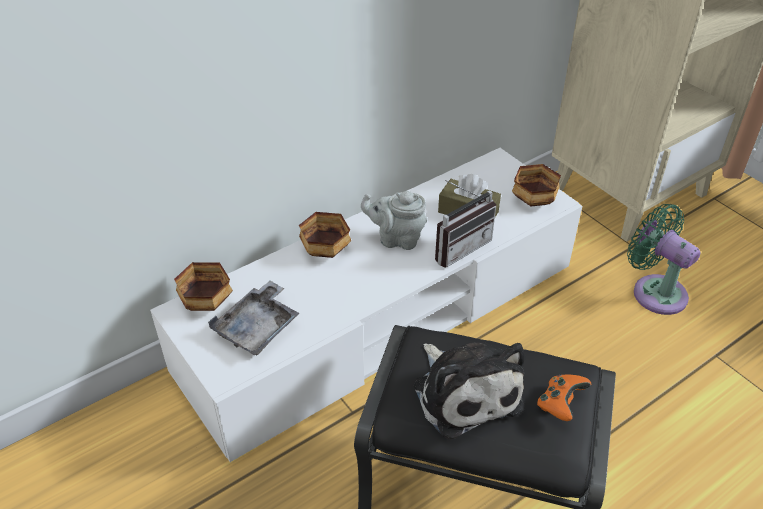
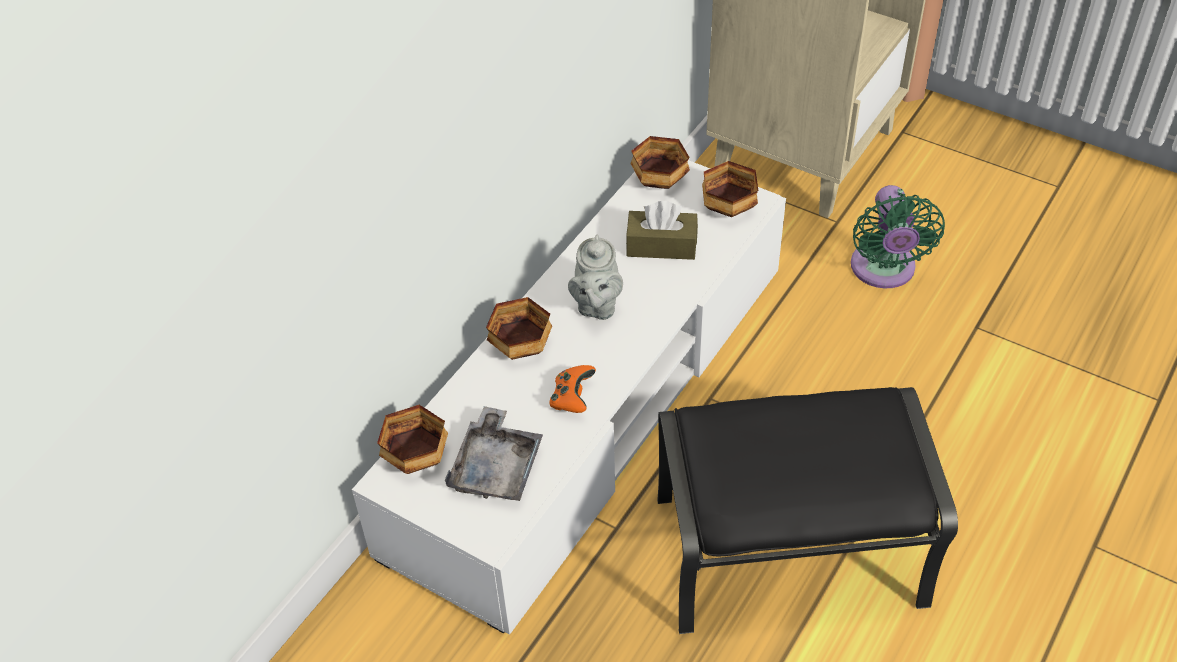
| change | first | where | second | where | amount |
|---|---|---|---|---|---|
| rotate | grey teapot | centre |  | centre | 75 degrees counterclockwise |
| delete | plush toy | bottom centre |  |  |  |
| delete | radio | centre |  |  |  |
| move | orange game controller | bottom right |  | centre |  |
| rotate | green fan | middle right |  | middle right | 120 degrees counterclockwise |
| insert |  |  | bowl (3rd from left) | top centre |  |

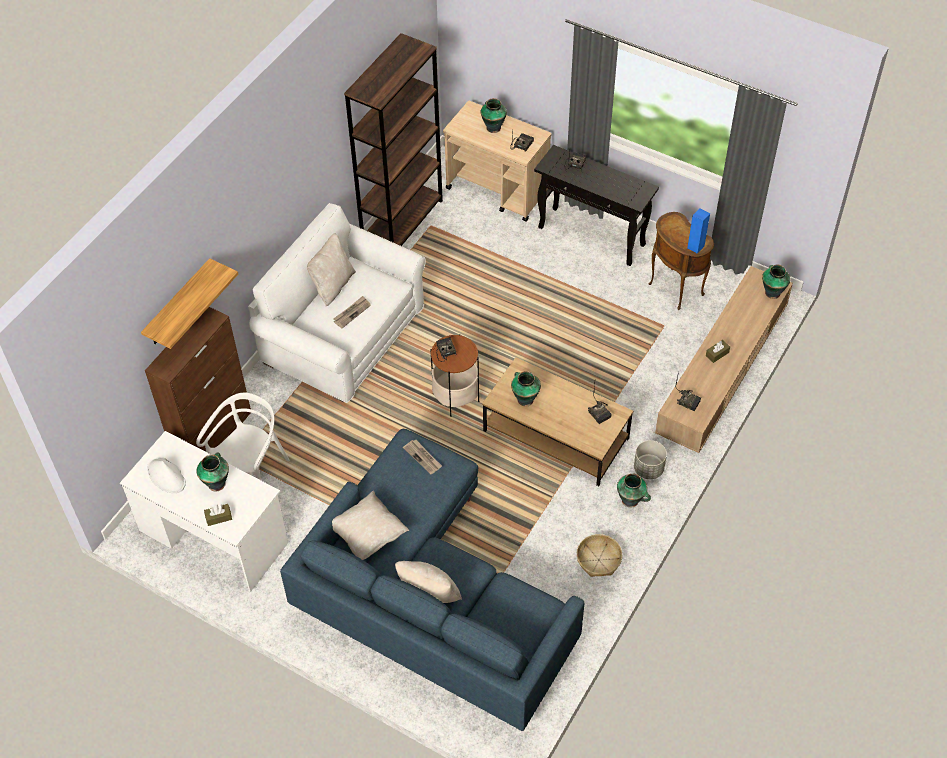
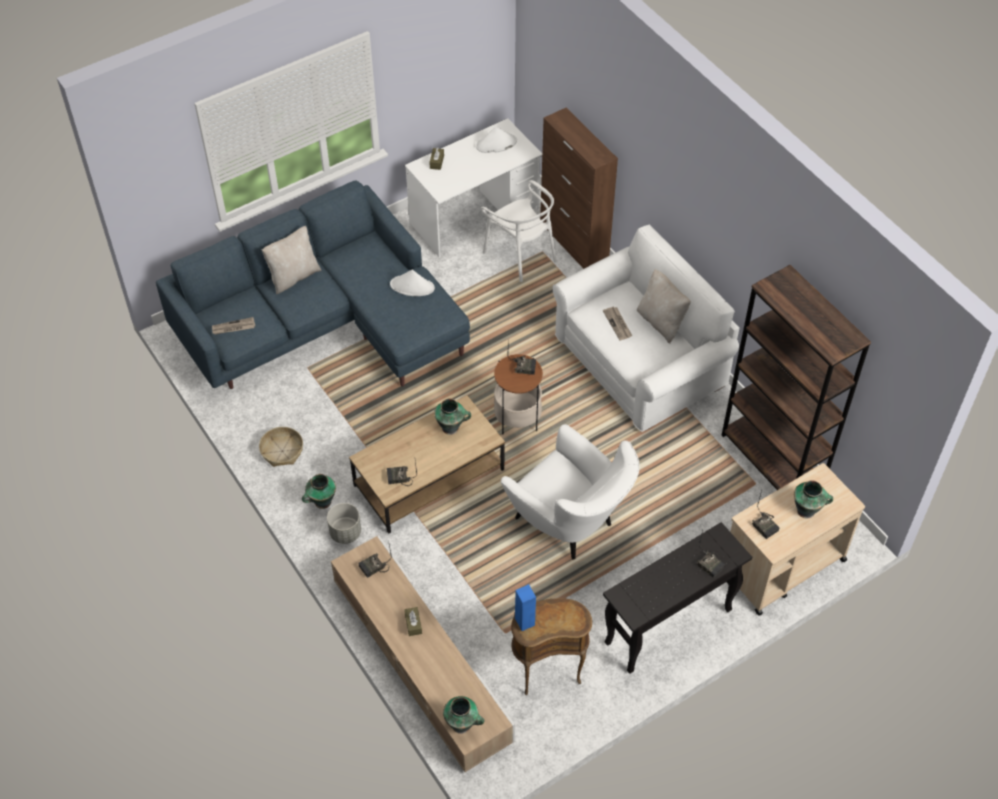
| change | first | where | second | where | amount |
|---|---|---|---|---|---|
| delete | shelf | middle left |  |  |  |
| delete | vase (1st from left) | middle left |  |  |  |
| delete | beige pillow (2nd from left) | bottom centre |  |  |  |
| move | newspaper (2nd from left in the first image) | centre | newspaper (1st from left) | middle left |  |
| insert |  |  | white hat (1st from left) | centre |  |
| insert |  |  | white armchair | centre |  |

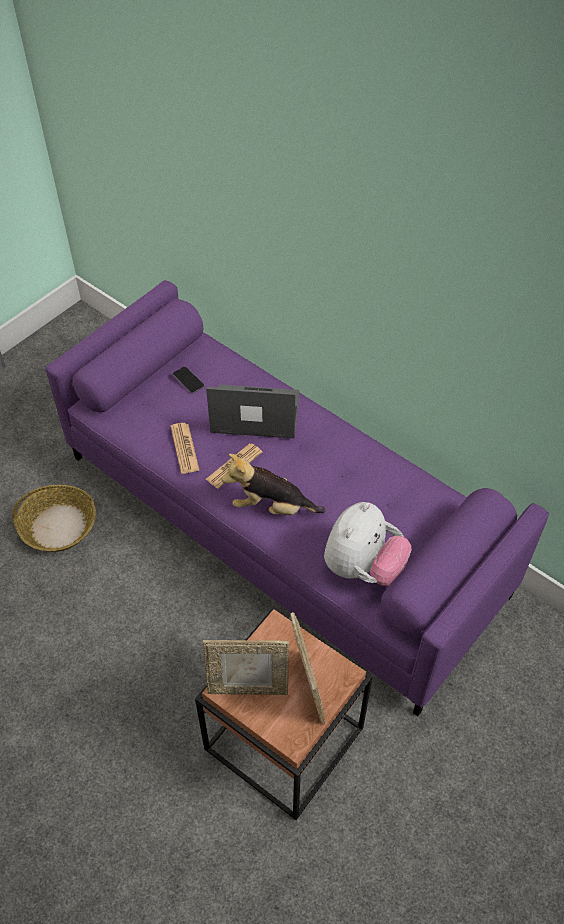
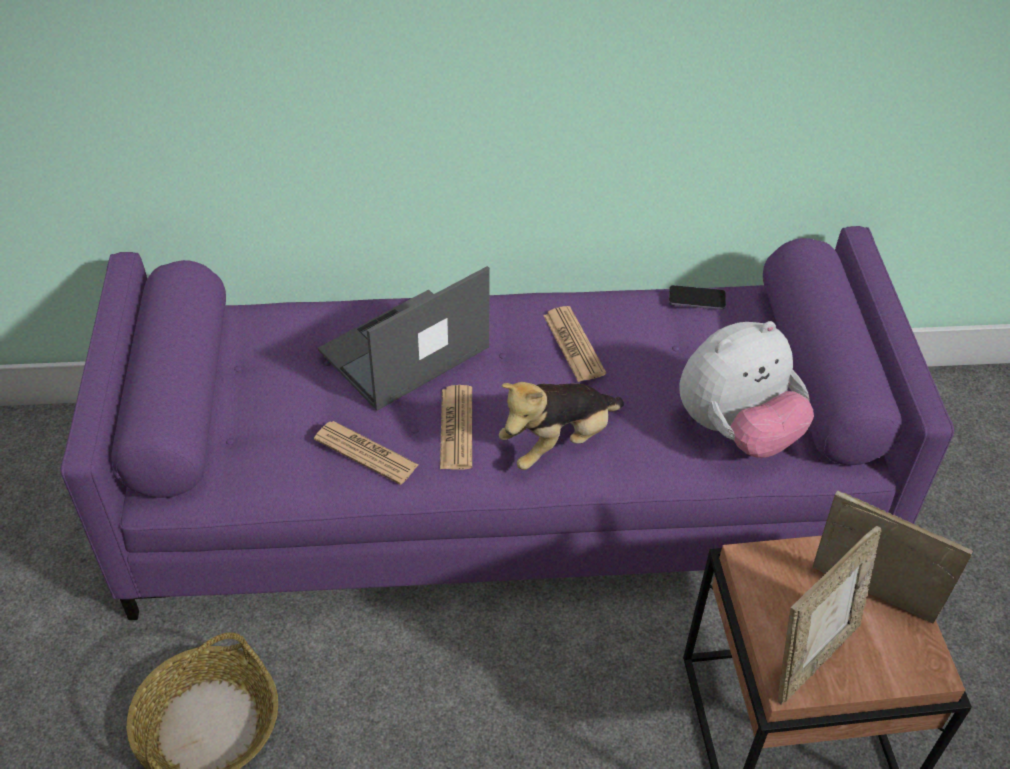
| change | first | where | second | where | amount |
|---|---|---|---|---|---|
| move | phone | centre |  | middle right |  |
| rotate | plush toy (2nd from left) | centre |  | middle right | 75 degrees clockwise |
| insert |  |  | newspaper (3rd from left) | centre |  |

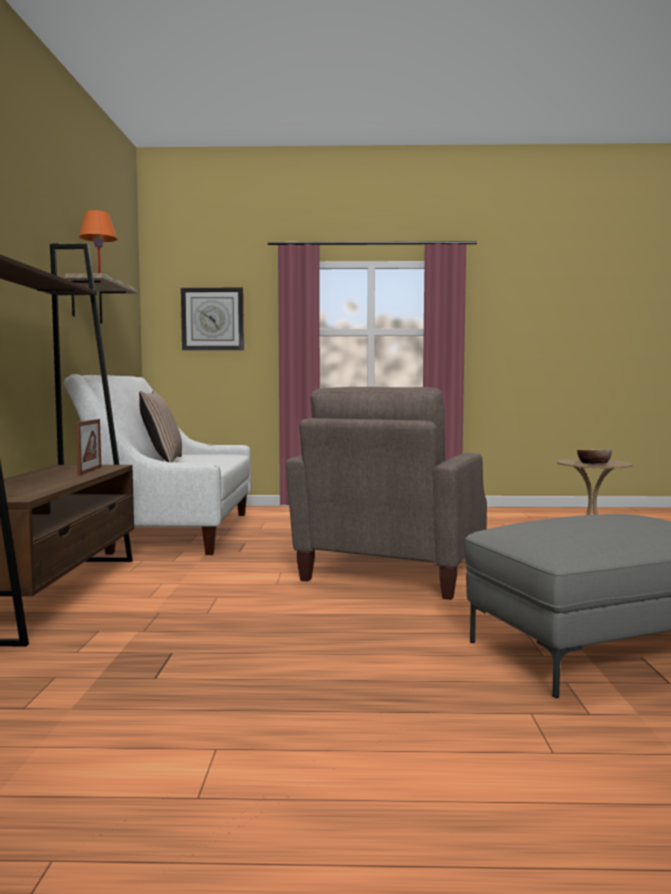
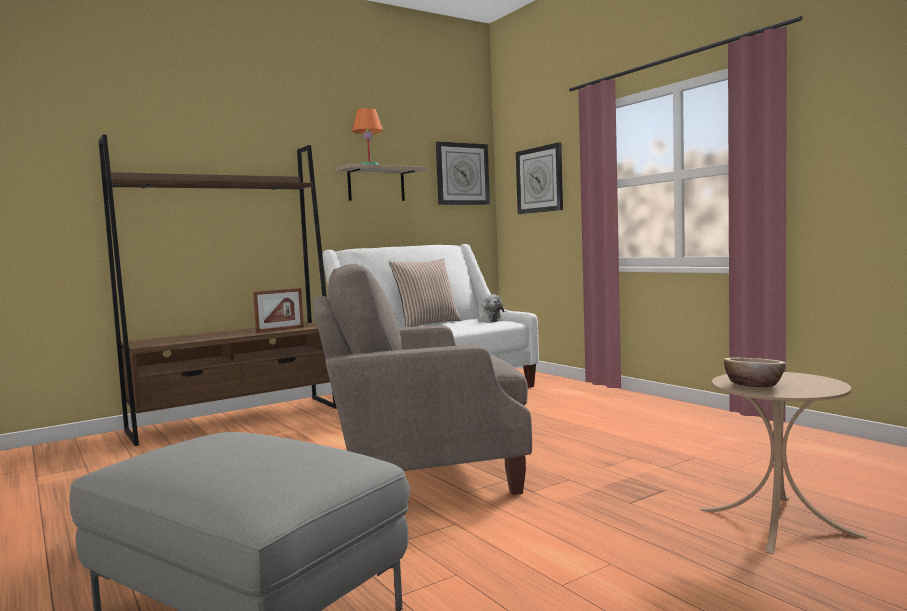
| change | first | where | second | where | amount |
|---|---|---|---|---|---|
| insert |  |  | wall clock (1st from left) | top centre |  |
| insert |  |  | plush toy | centre |  |

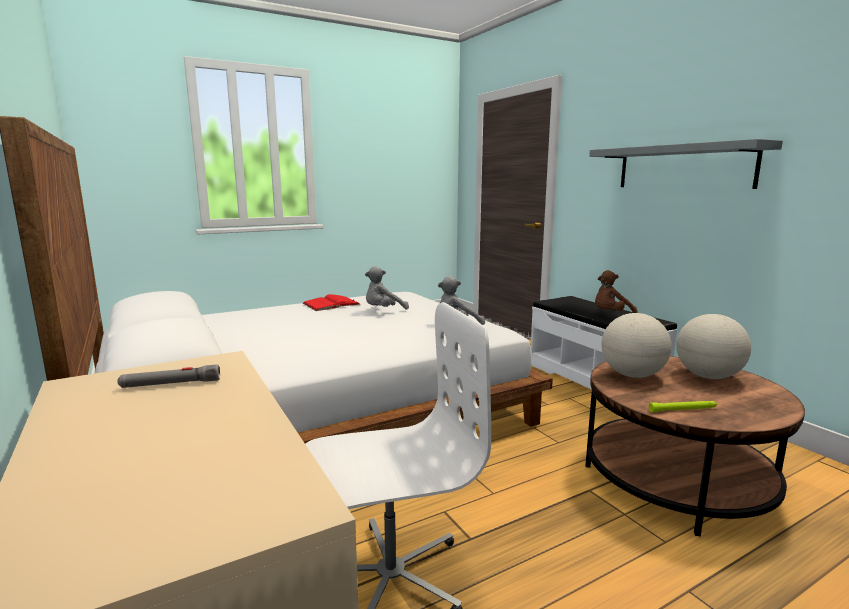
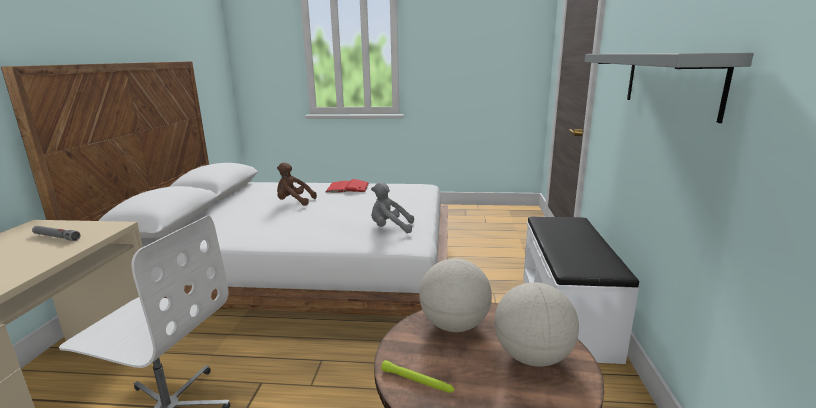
| change | first | where | second | where | amount |
|---|---|---|---|---|---|
| delete | grey plush toy (1st from left) | centre |  |  |  |
| move | brown plush toy | middle right |  | centre |  |

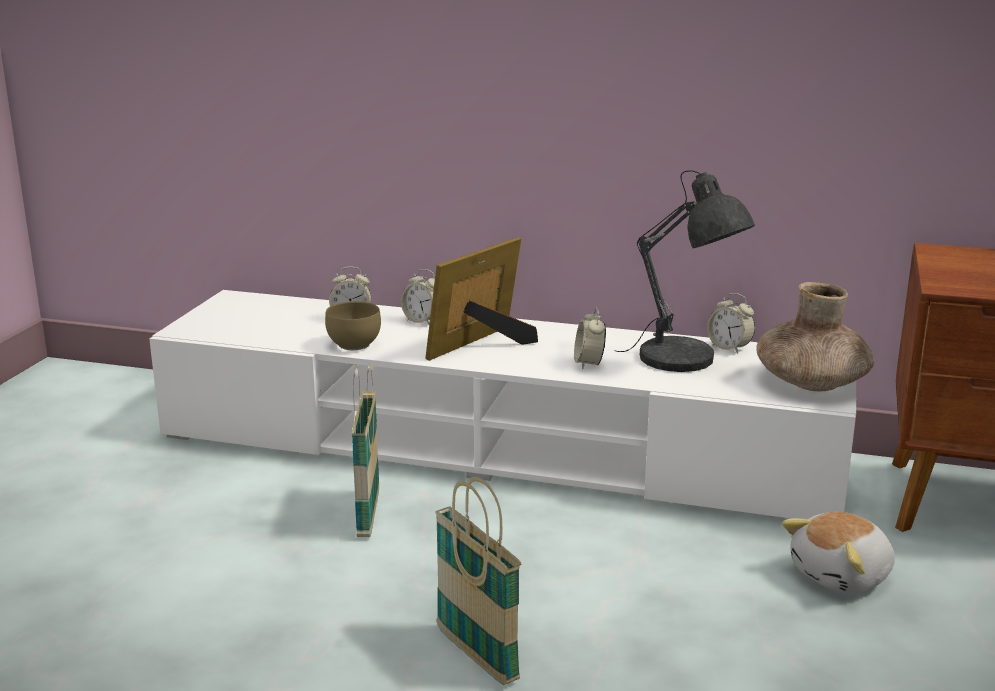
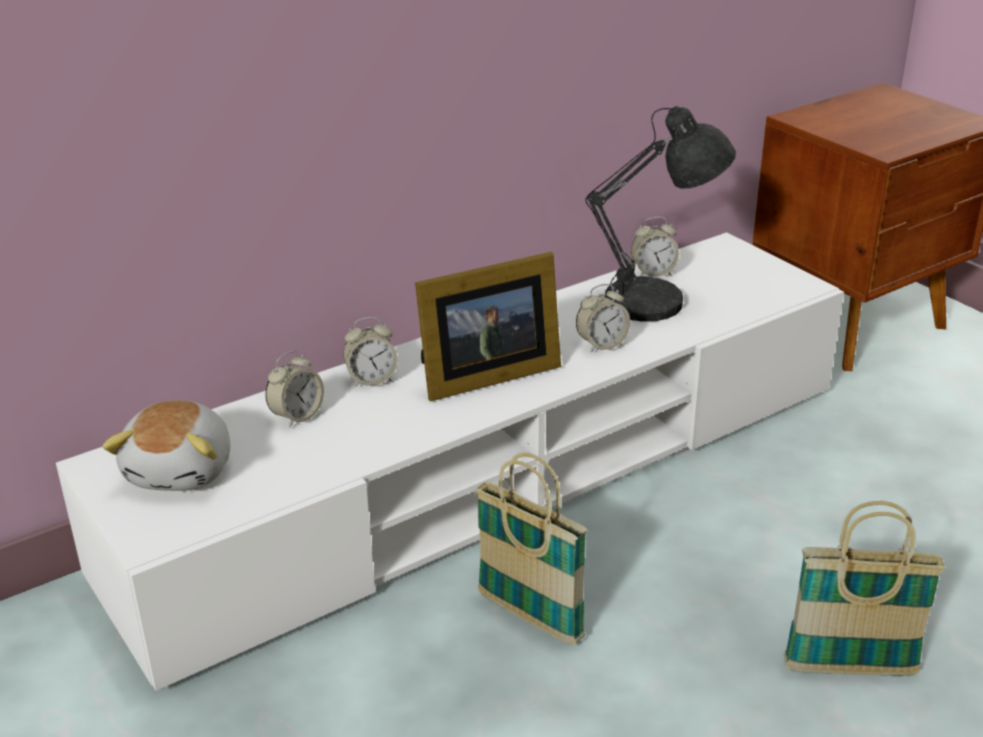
| change | first | where | second | where | amount |
|---|---|---|---|---|---|
| delete | brown bowl | centre |  |  |  |
| rotate | picture frame | centre |  | centre | 105 degrees counterclockwise |
| rotate | alarm clock (3rd from left) | centre |  | centre | 60 degrees counterclockwise |
| delete | brown vase | middle right |  |  |  |
| move | plush toy | bottom right |  | middle left |  |

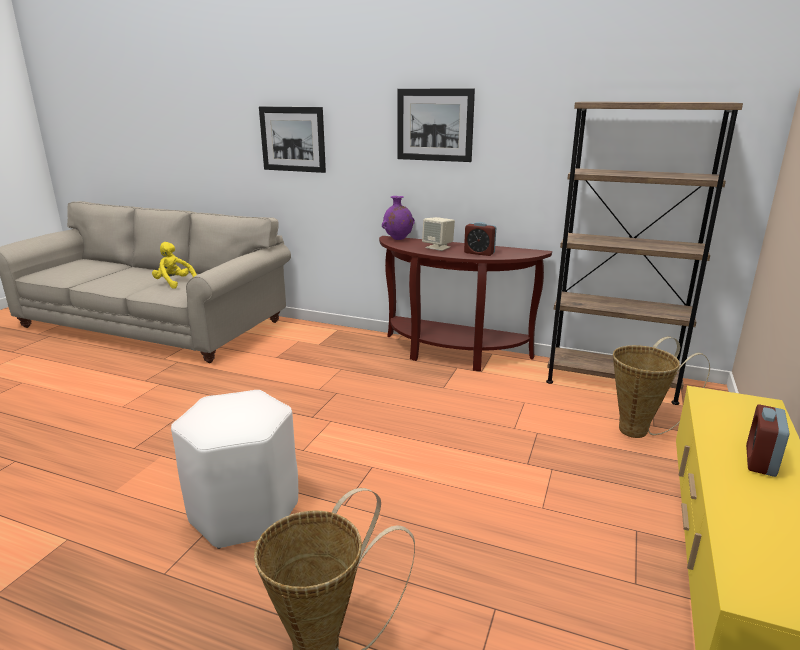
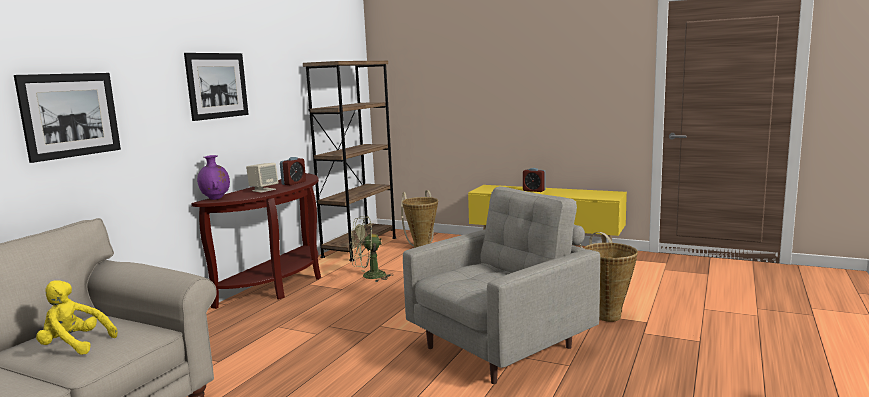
| change | first | where | second | where | amount |
|---|---|---|---|---|---|
| rotate | yellow plush toy | middle left |  | bottom left | 60 degrees clockwise |
| replace | white stool | bottom left | grey armchair | bottom centre |  |
| insert |  |  | green fan | centre |  |

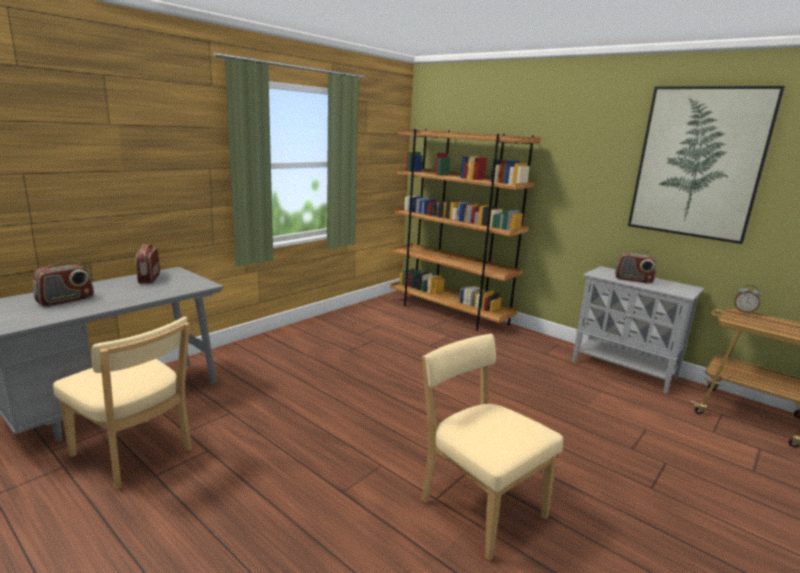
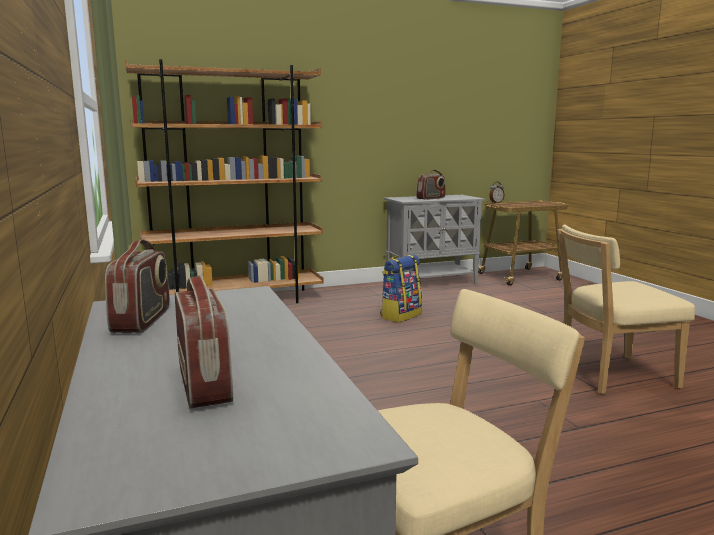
| change | first | where | second | where | amount |
|---|---|---|---|---|---|
| rotate | radio (2nd from left in the first image) | middle left | radio (1st from left) | middle left | 105 degrees counterclockwise |
| delete | picture | top right |  |  |  |
| insert |  |  | backpack | centre |  |

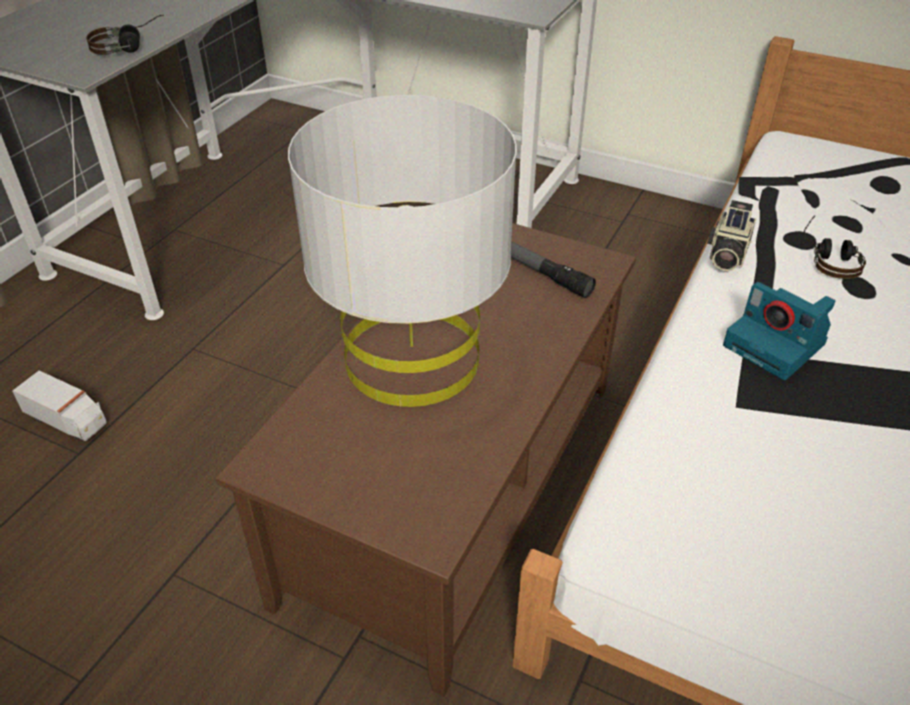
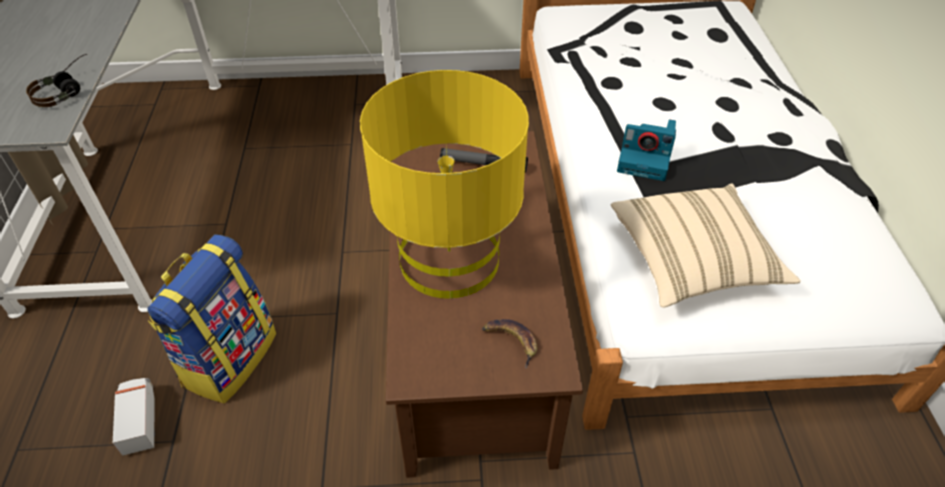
| change | first | where | second | where | amount |
|---|---|---|---|---|---|
| rotate | toy truck | middle left |  | bottom left | 105 degrees counterclockwise |
| recolor | grey table lamp | centre | yellow table lamp | centre |  |
| delete | photo camera (1st from left) | middle right |  |  |  |
| delete | headphones (2nd from left) | middle right |  |  |  |
| insert |  |  | backpack | middle left |  |
| insert |  |  | banana | bottom centre |  |
| insert |  |  | beige pillow | middle right |  |

